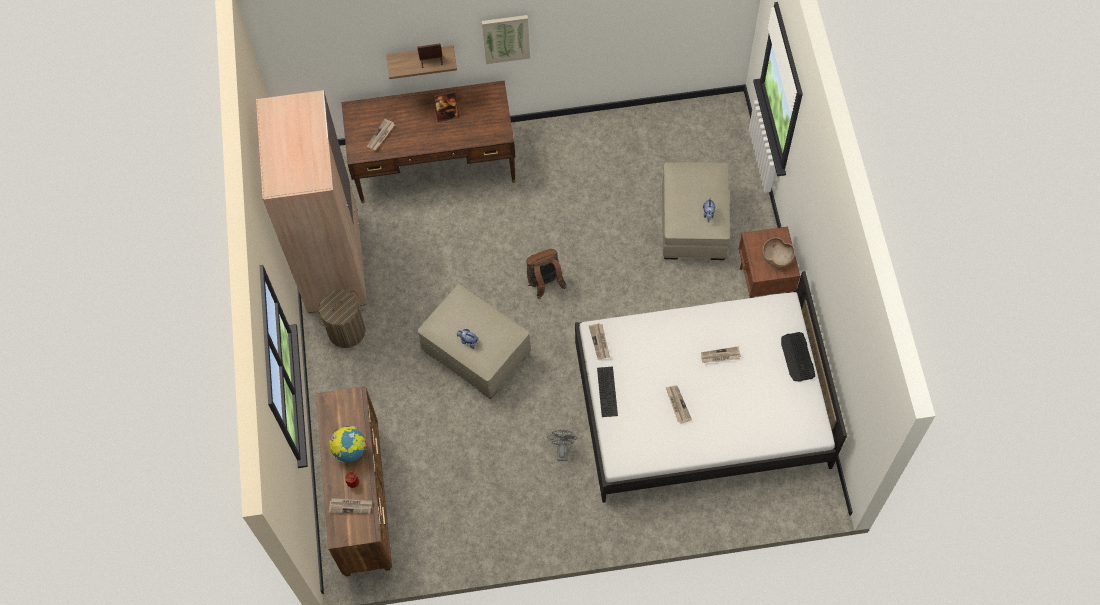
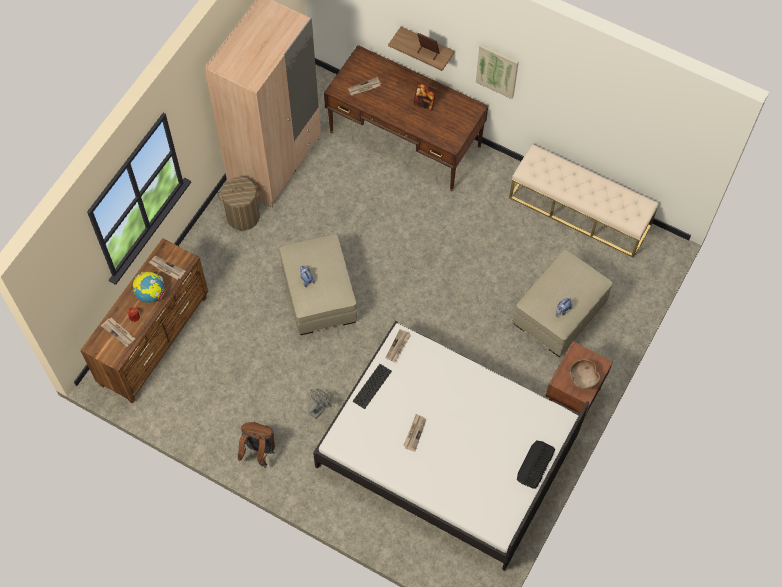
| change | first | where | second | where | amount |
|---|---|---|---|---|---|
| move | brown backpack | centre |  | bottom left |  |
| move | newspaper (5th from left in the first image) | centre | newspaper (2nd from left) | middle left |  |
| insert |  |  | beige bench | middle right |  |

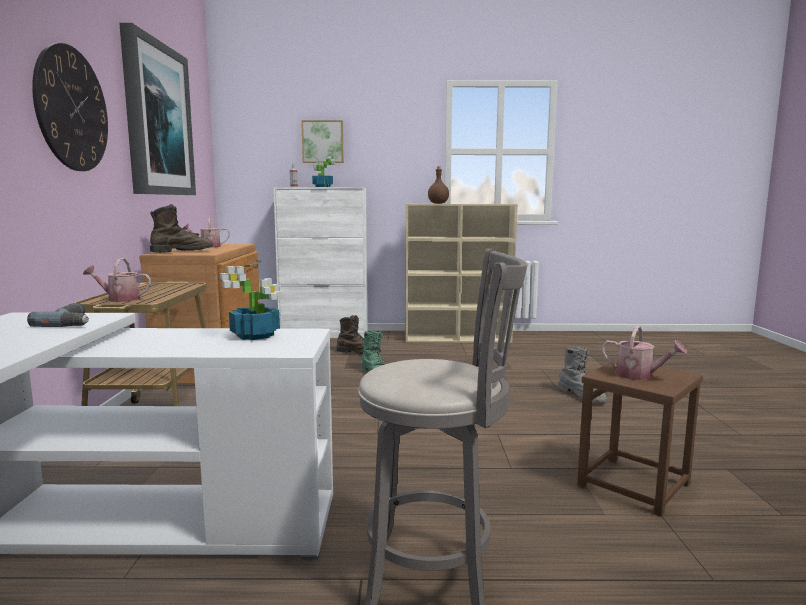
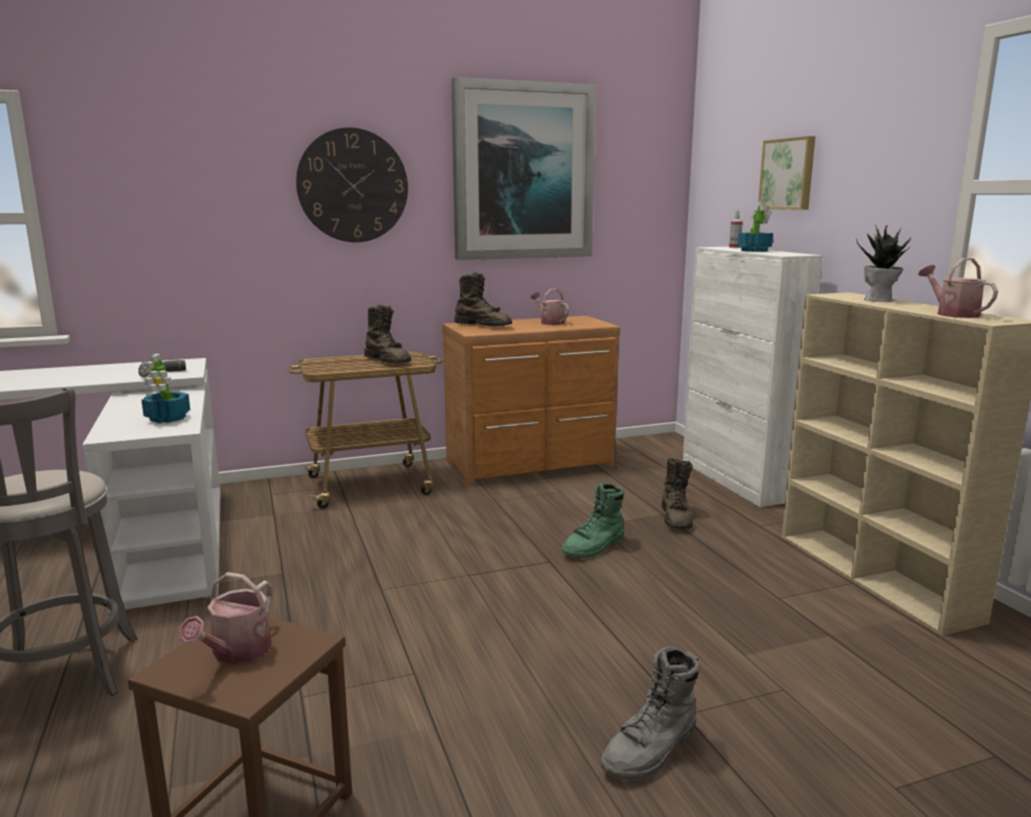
| change | first | where | second | where | amount |
|---|---|---|---|---|---|
| move | watering can (1st from left in the first image) | middle left | watering can (3rd from left) | middle right |  |
| replace | brown bottle | top centre | potted plant (3rd from left) | top right |  |
| insert |  |  | brown boot (1st from left) | centre |  |

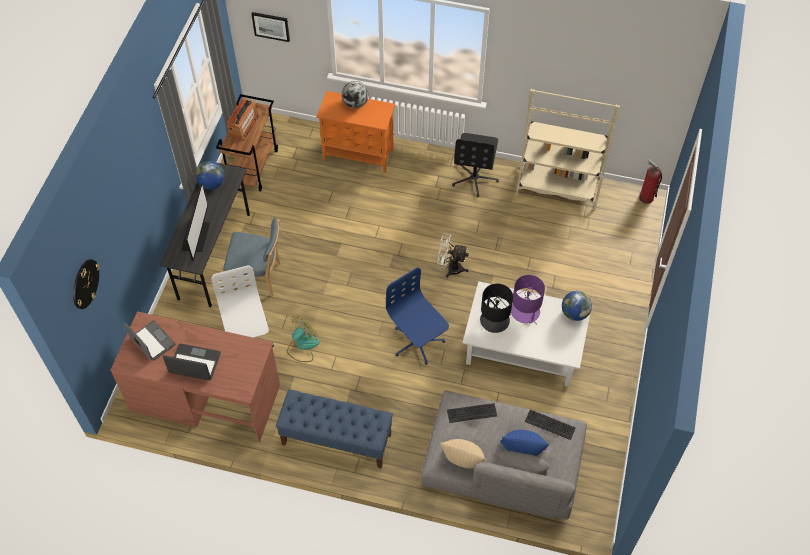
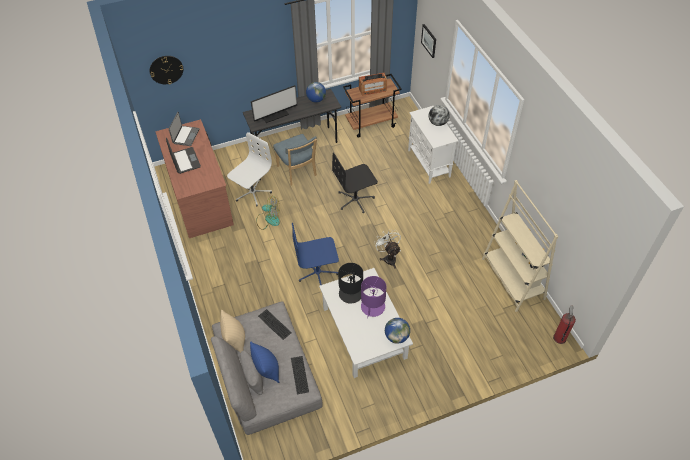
| change | first | where | second | where | amount |
|---|---|---|---|---|---|
| delete | blue bench | bottom centre |  |  |  |
| recolor | orange cabinet | top centre | white cabinet | top centre |  |
| rotate | blue office chair | centre |  | centre | 120 degrees counterclockwise |
| move | black office chair | top centre |  | centre |  |

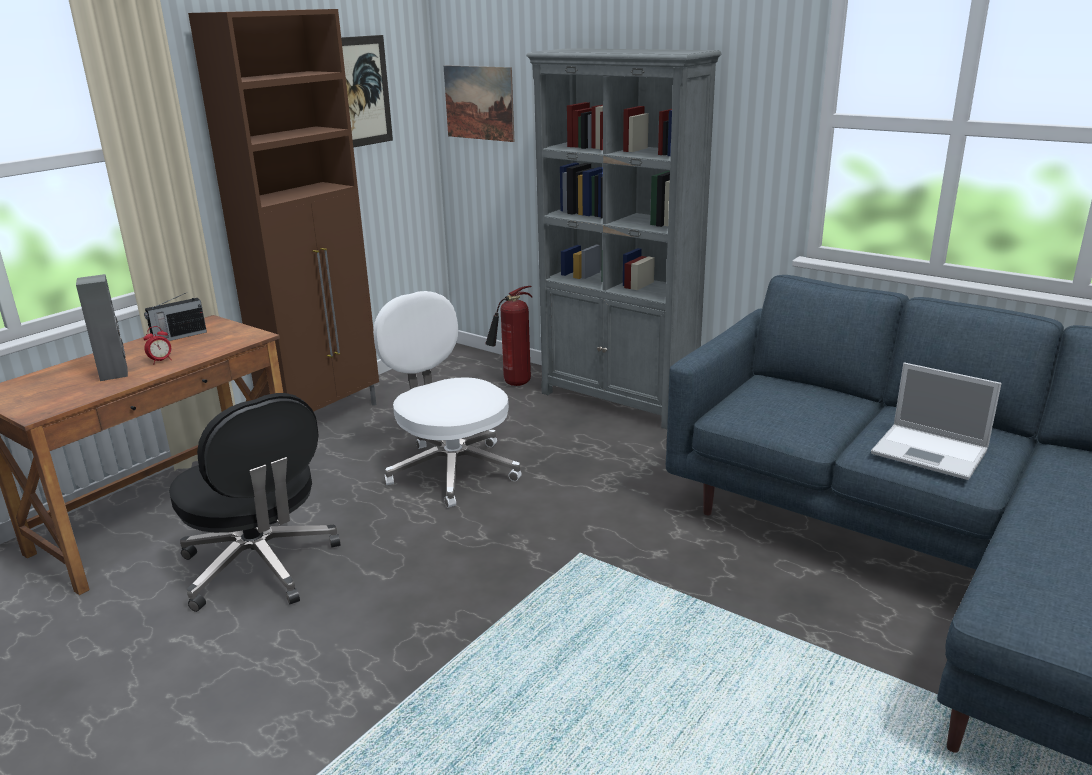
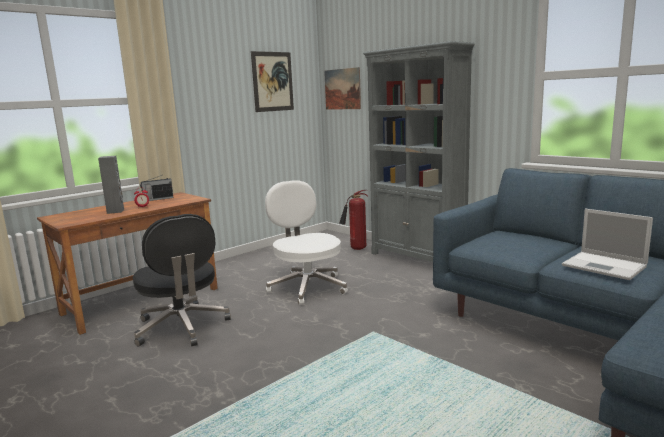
| change | first | where | second | where | amount |
|---|---|---|---|---|---|
| delete | brown cabinet | top left |  |  |  |

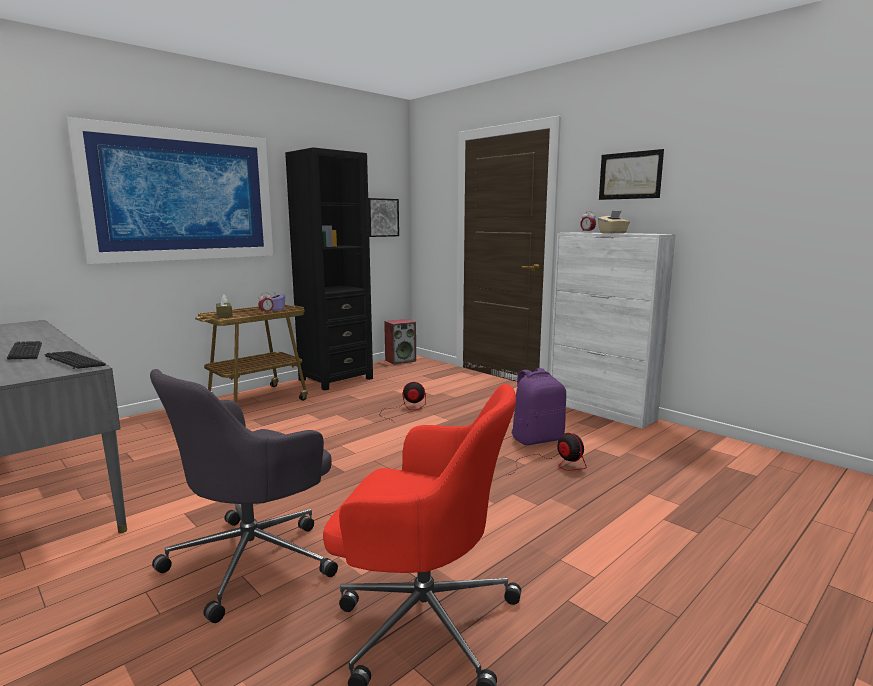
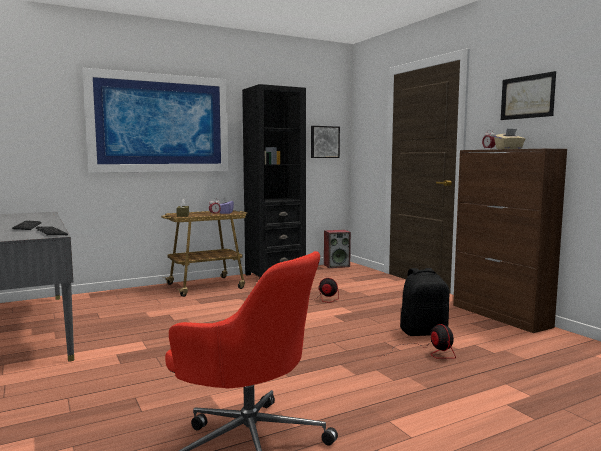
| change | first | where | second | where | amount |
|---|---|---|---|---|---|
| delete | grey office chair | bottom left |  |  |  |
| recolor | purple backpack | centre | black backpack | bottom right |  |
| recolor | white cabinet | middle right | brown cabinet | middle right |  |

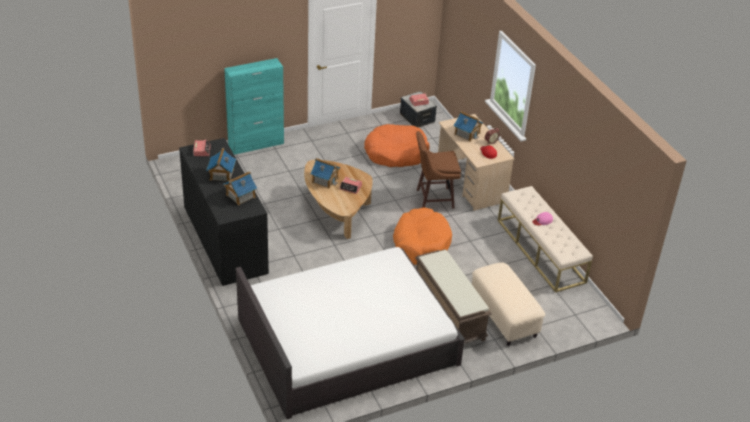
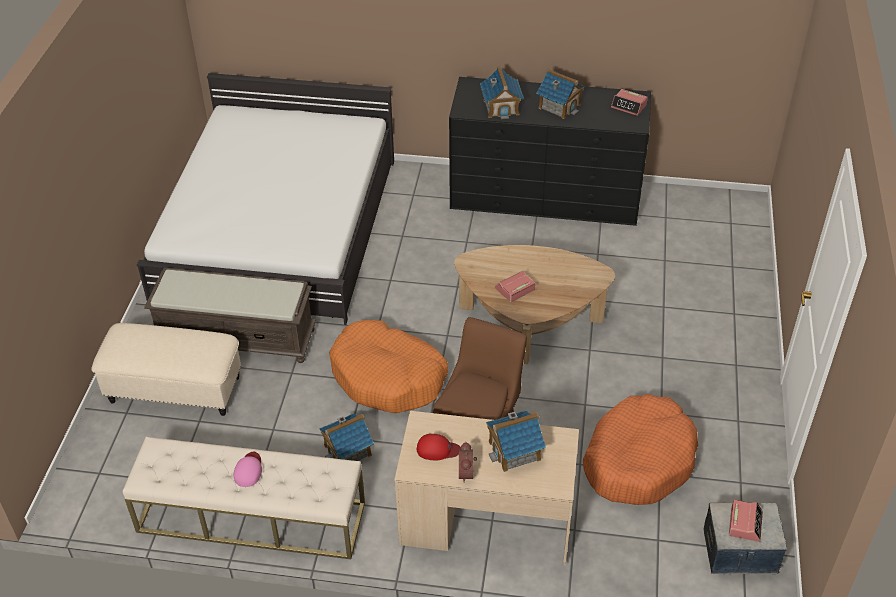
| change | first | where | second | where | amount |
|---|---|---|---|---|---|
| delete | turquoise cabinet | top centre |  |  |  |
| move | toy house (3rd from left in the first image) | centre | toy house (1st from left) | bottom centre |  |

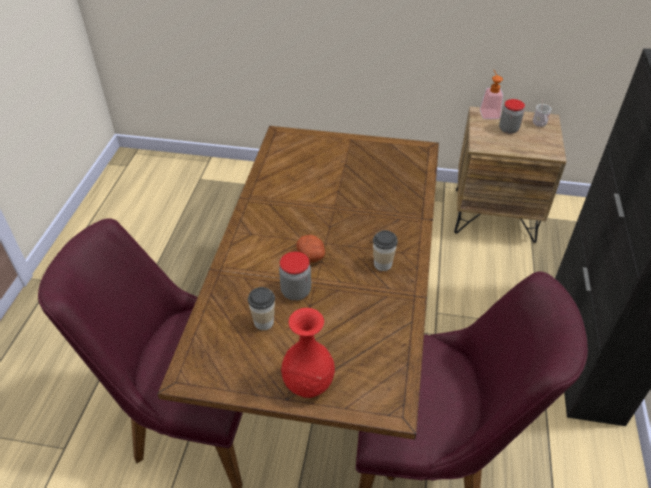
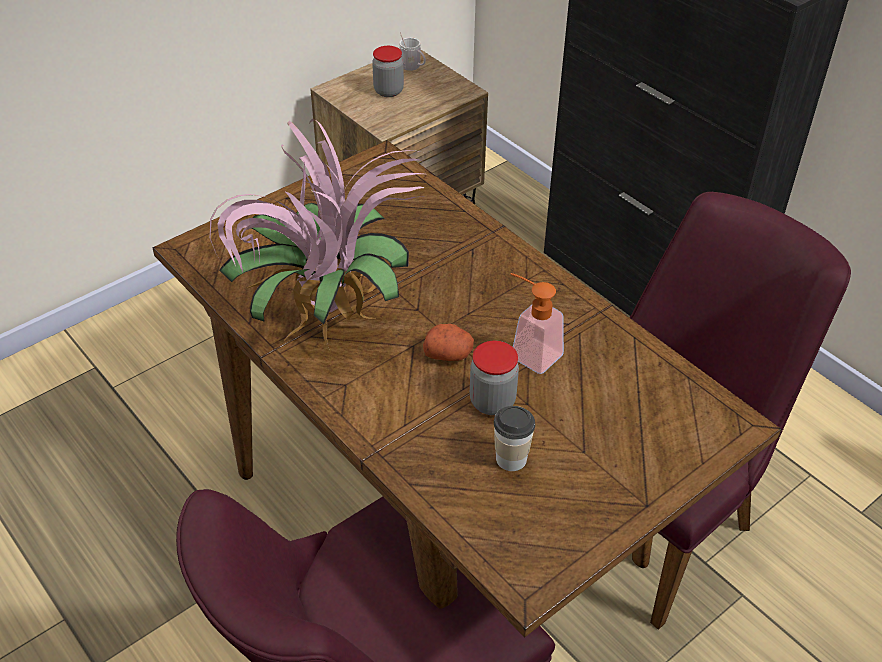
| change | first | where | second | where | amount |
|---|---|---|---|---|---|
| delete | red vase | bottom centre |  |  |  |
| delete | cup (2nd from left) | centre |  |  |  |
| move | soap dispenser | top right |  | centre |  |
| insert |  |  | potted plant | centre |  |

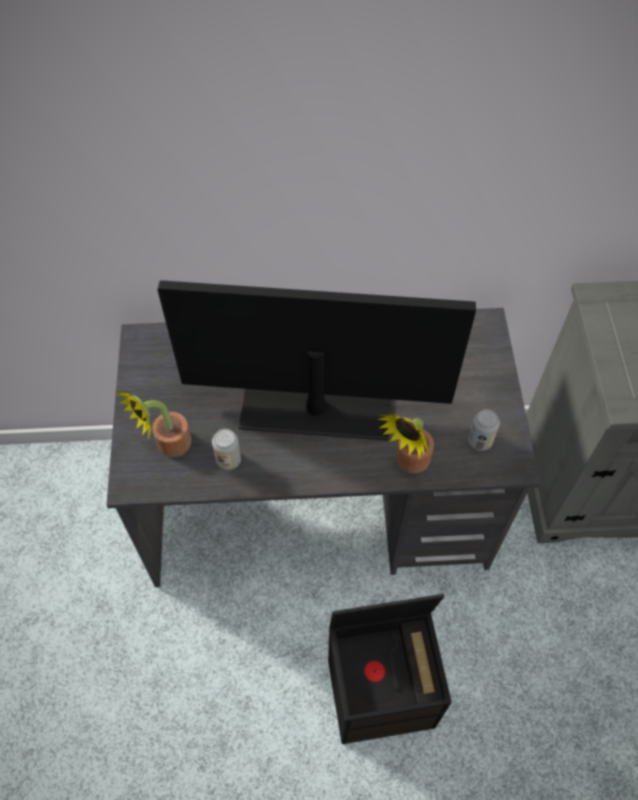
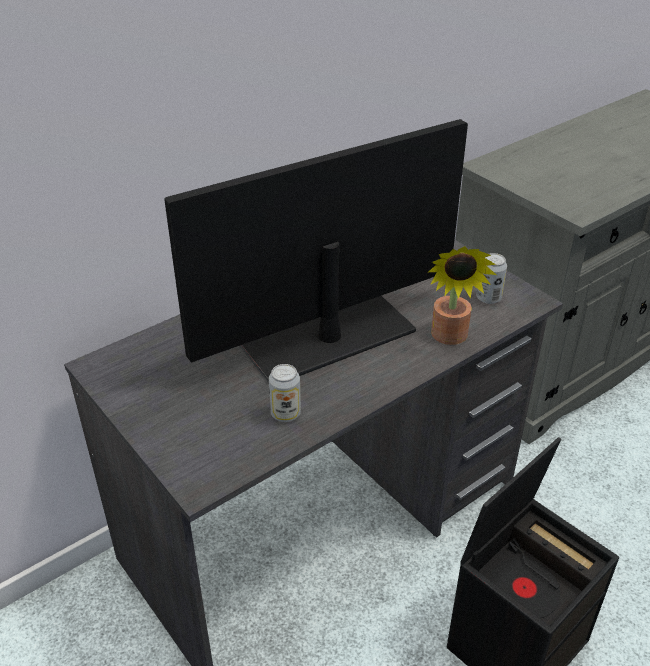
| change | first | where | second | where | amount |
|---|---|---|---|---|---|
| delete | potted plant (1st from left) | middle left |  |  |  |

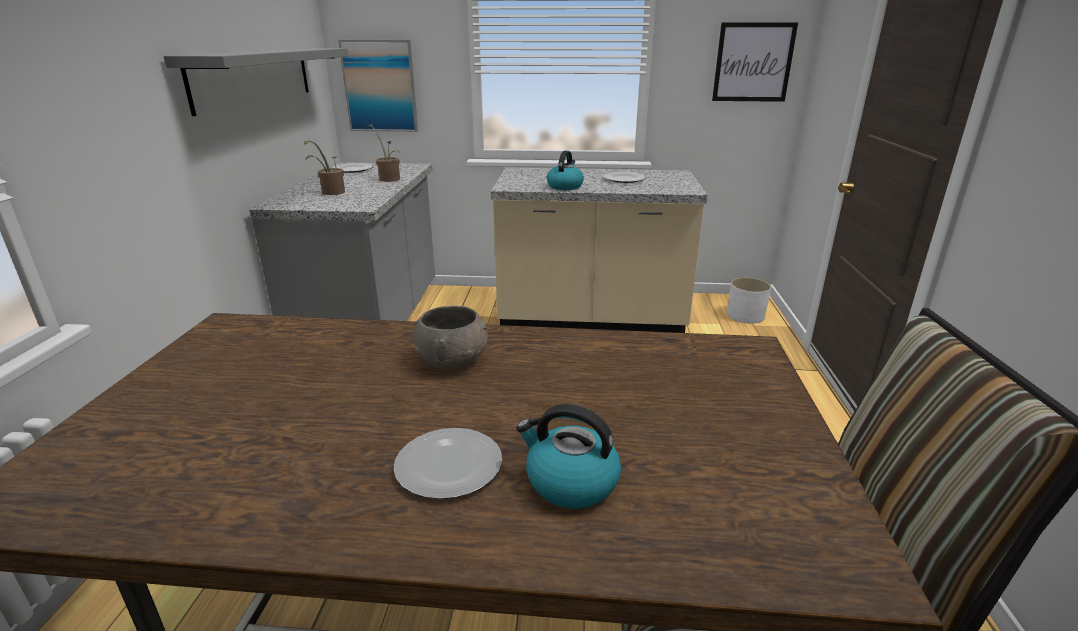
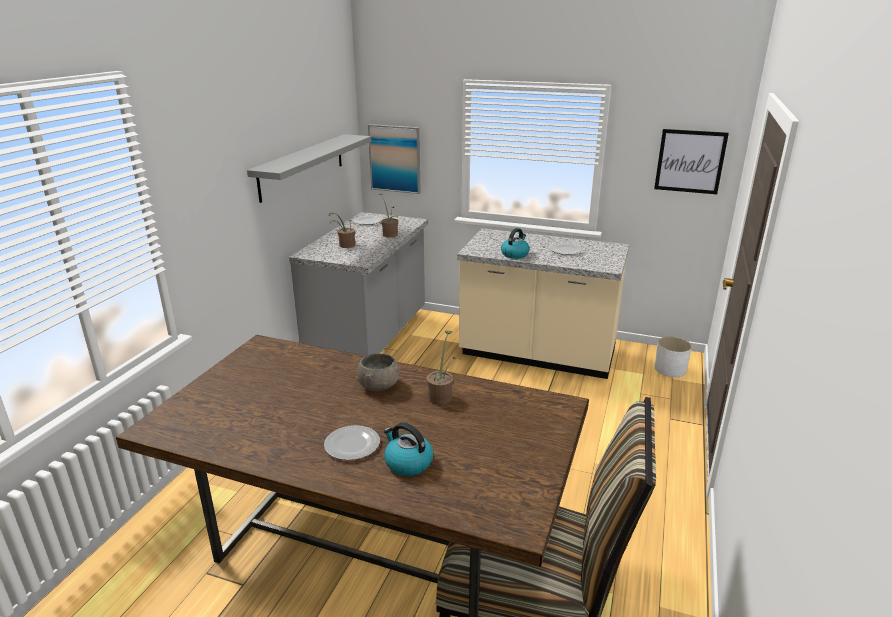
| change | first | where | second | where | amount |
|---|---|---|---|---|---|
| insert |  |  | potted plant (3rd from left) | centre |  |

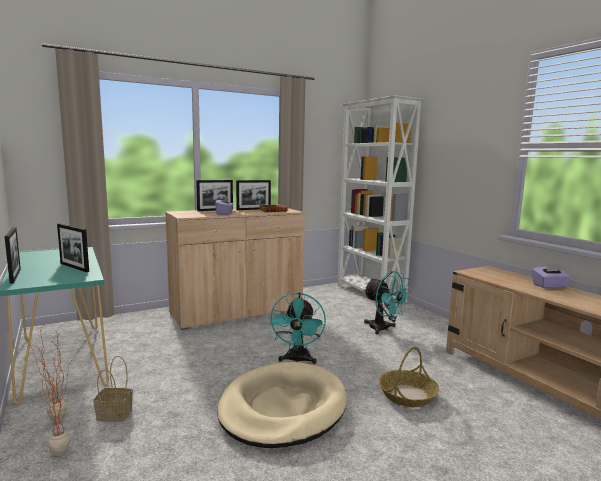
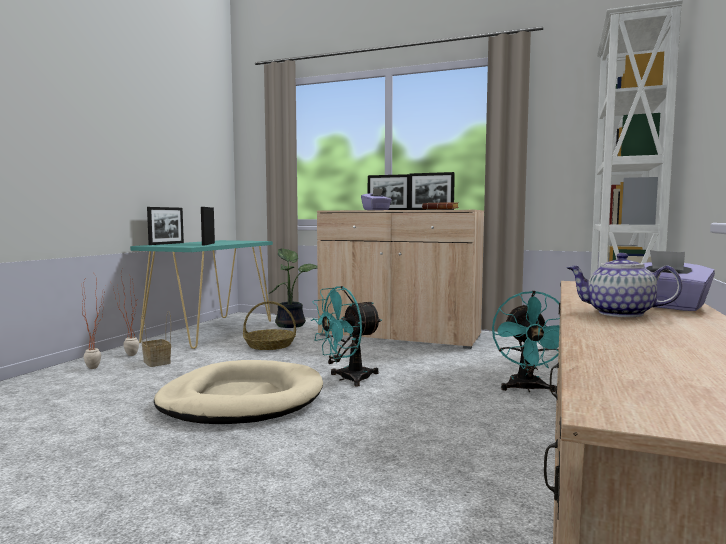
| change | first | where | second | where | amount |
|---|---|---|---|---|---|
| move | basket (2nd from left) | bottom right |  | centre |  |
| insert |  |  | potted plant (3rd from left) | centre |  |
| insert |  |  | teapot | middle right |  |

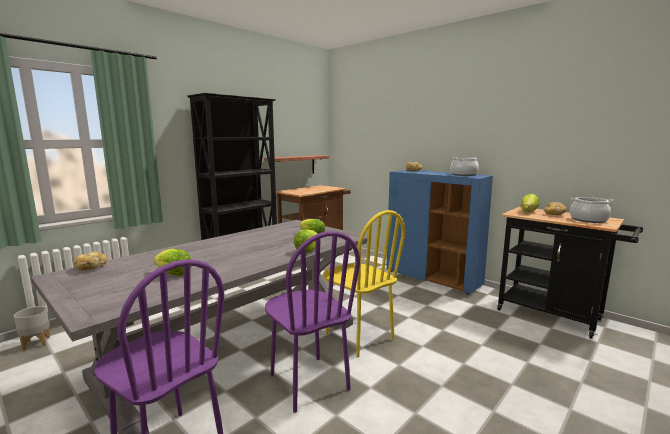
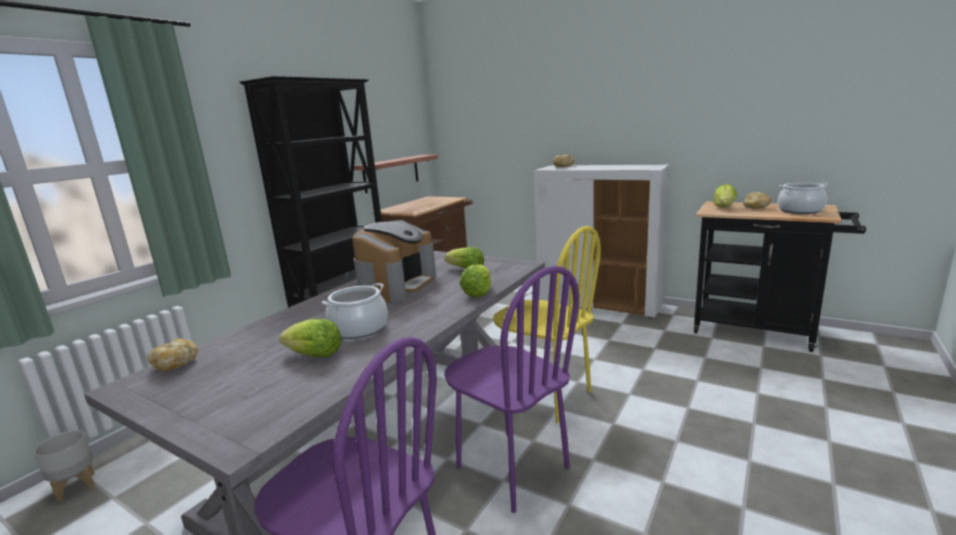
| change | first | where | second | where | amount |
|---|---|---|---|---|---|
| recolor | blue cabinet | centre | white cabinet | centre |  |
| move | cooking pot (1st from left) | middle right |  | centre |  |
| insert |  |  | coffee machine | centre |  |

